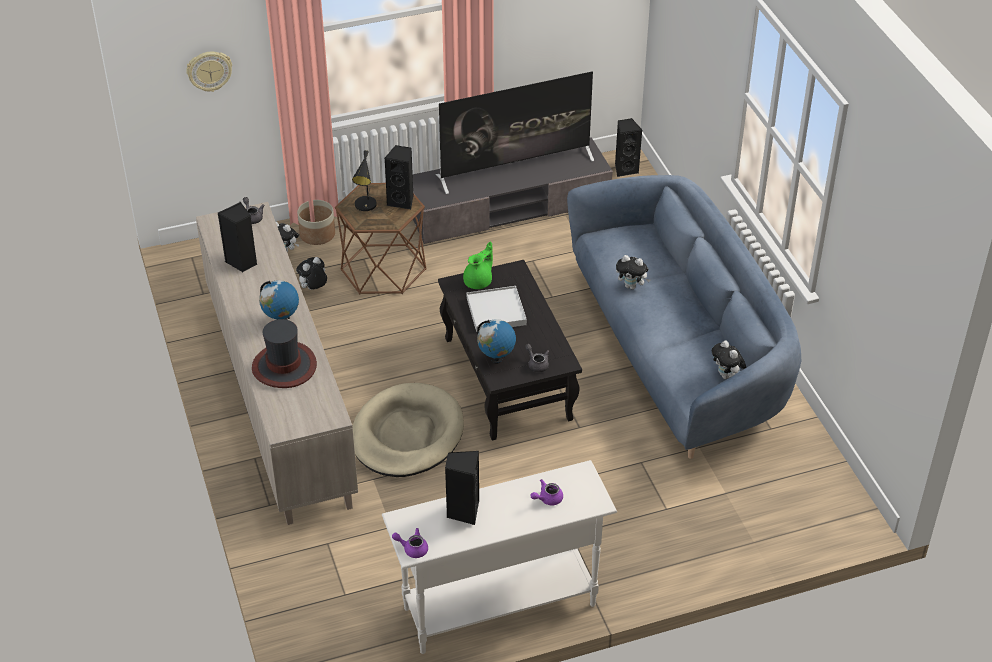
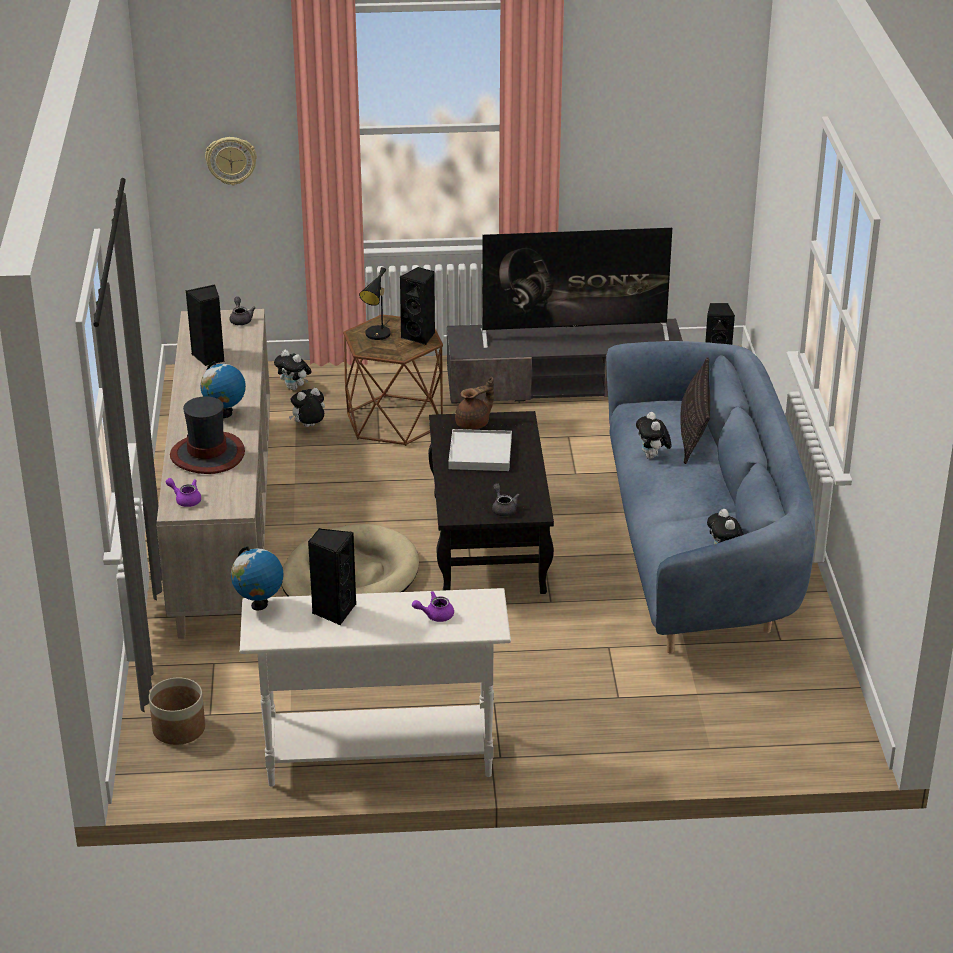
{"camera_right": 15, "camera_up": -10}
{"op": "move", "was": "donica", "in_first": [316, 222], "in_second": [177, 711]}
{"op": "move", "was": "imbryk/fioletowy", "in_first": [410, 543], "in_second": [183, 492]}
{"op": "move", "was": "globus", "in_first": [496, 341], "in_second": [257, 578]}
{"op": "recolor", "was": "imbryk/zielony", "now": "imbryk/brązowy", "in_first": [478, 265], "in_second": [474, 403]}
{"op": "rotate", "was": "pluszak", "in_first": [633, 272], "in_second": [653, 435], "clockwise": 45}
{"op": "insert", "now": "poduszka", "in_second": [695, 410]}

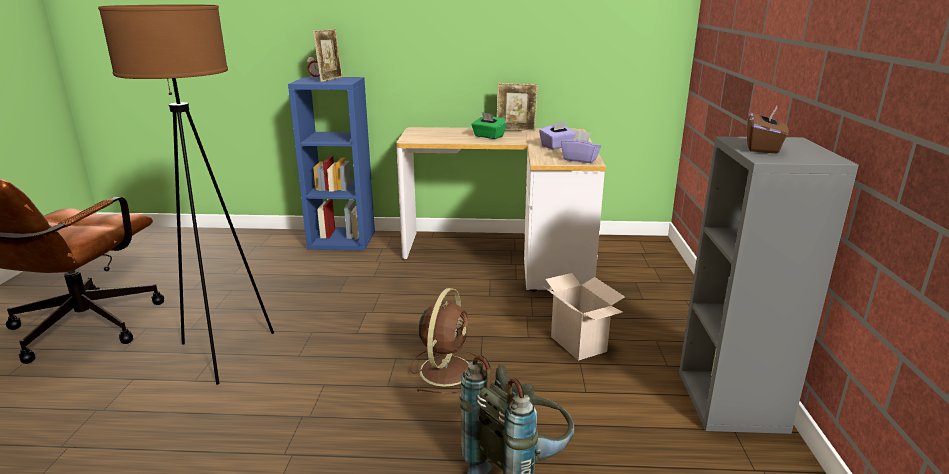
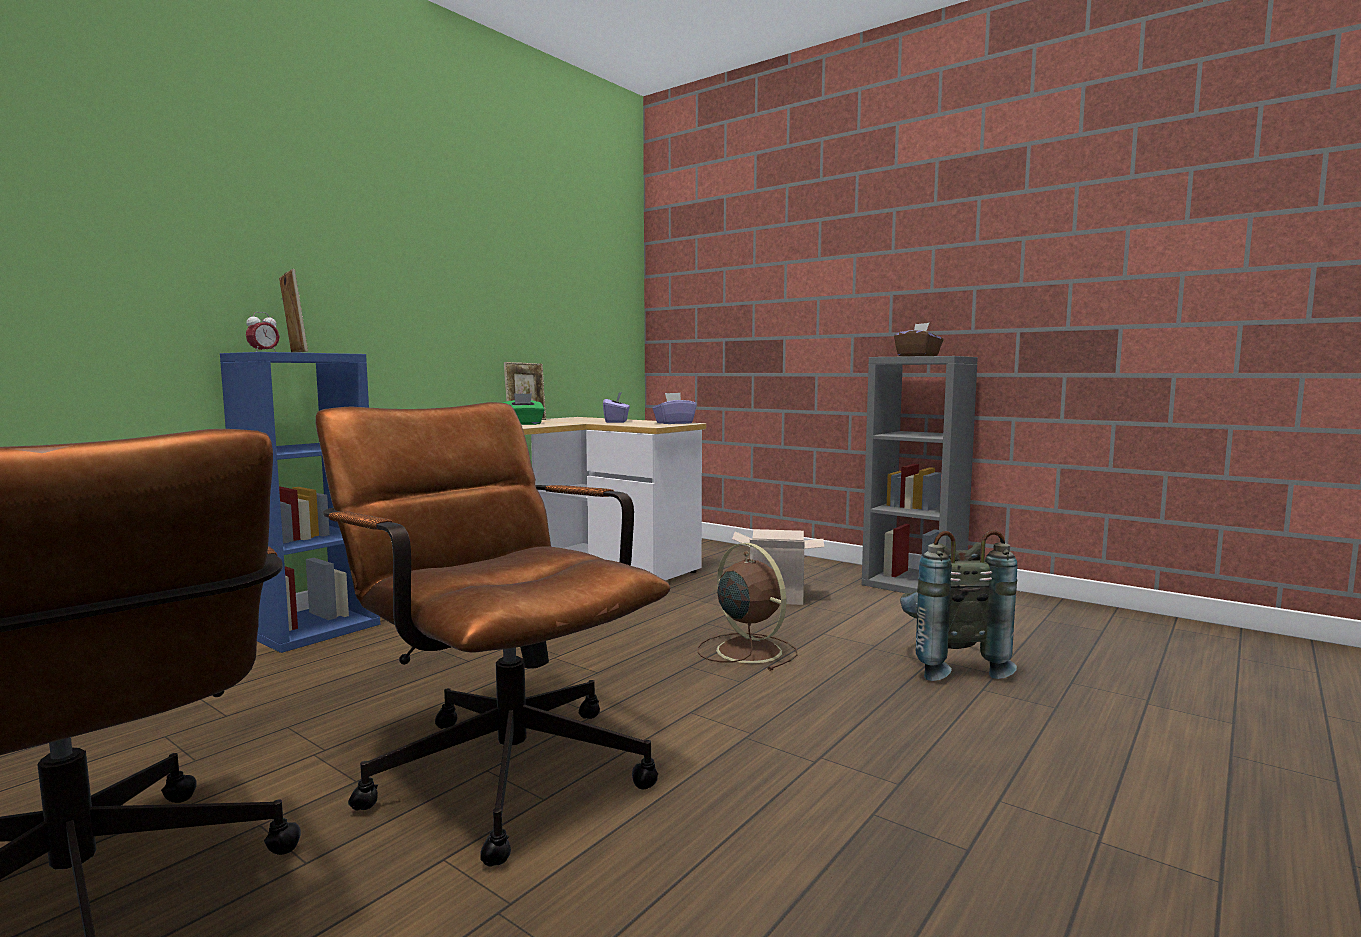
{"camera_right": -55, "camera_up": -15}
{"op": "replace", "was": "lampa stojąca/brązowy", "now": "krzesło biurowe/brązowy", "in_first": [186, 194], "in_second": [493, 634]}

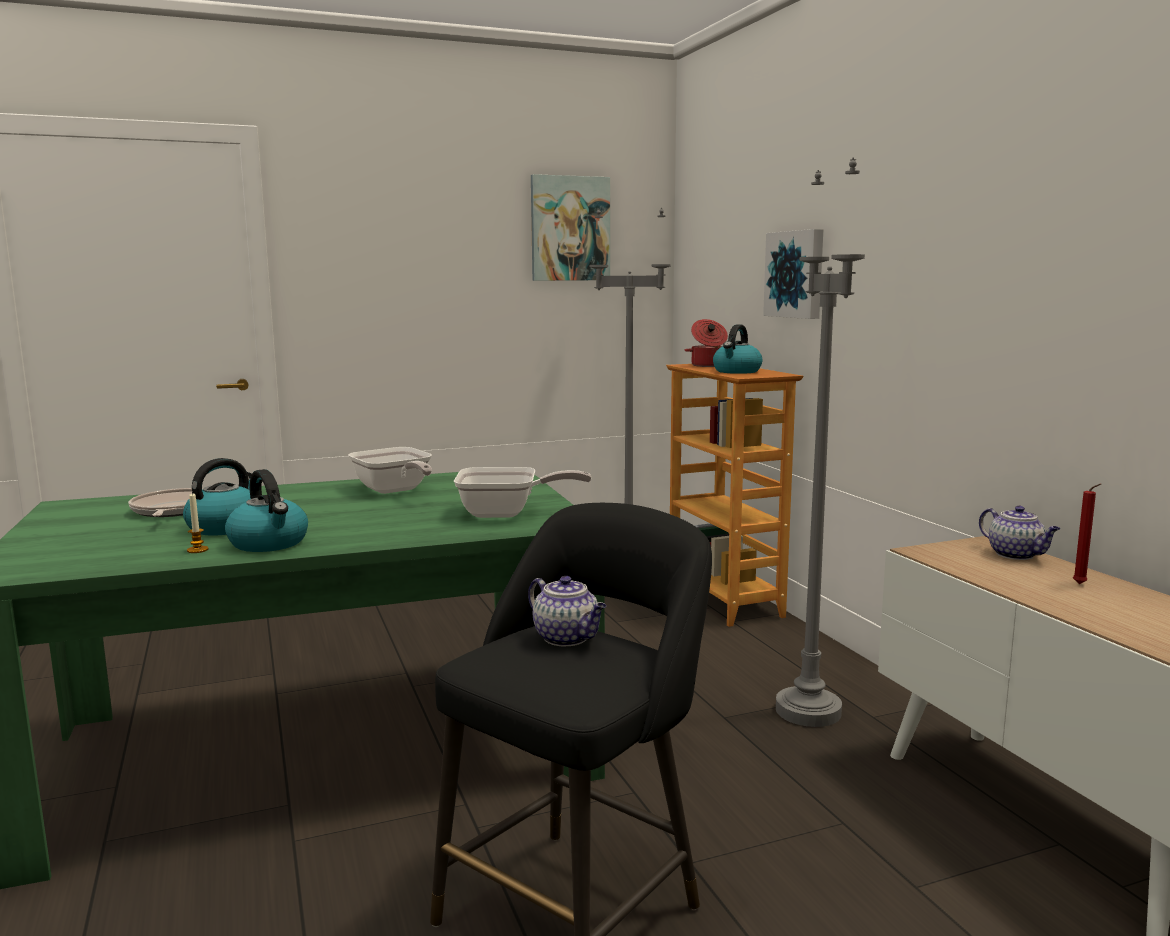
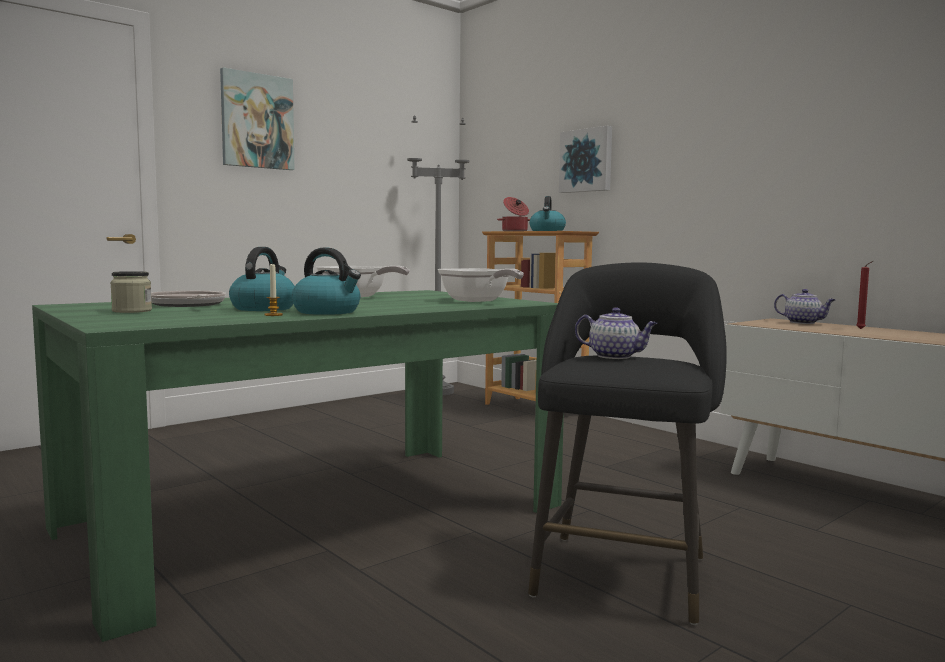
{"camera_right": -20, "camera_up": -5}
{"op": "insert", "now": "słoik", "in_second": [131, 292]}
{"op": "move", "was": "obraz", "in_first": [570, 227], "in_second": [257, 118]}
{"op": "rotate", "was": "patelnia", "in_first": [522, 492], "in_second": [481, 285], "clockwise": 75}
{"op": "delete", "was": "lampa stojąca/szary", "in_first": [820, 442]}

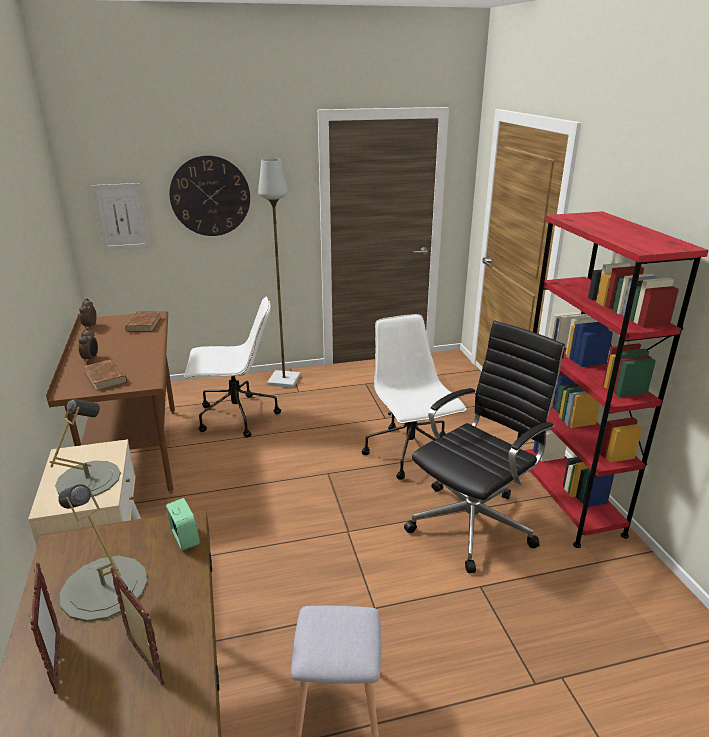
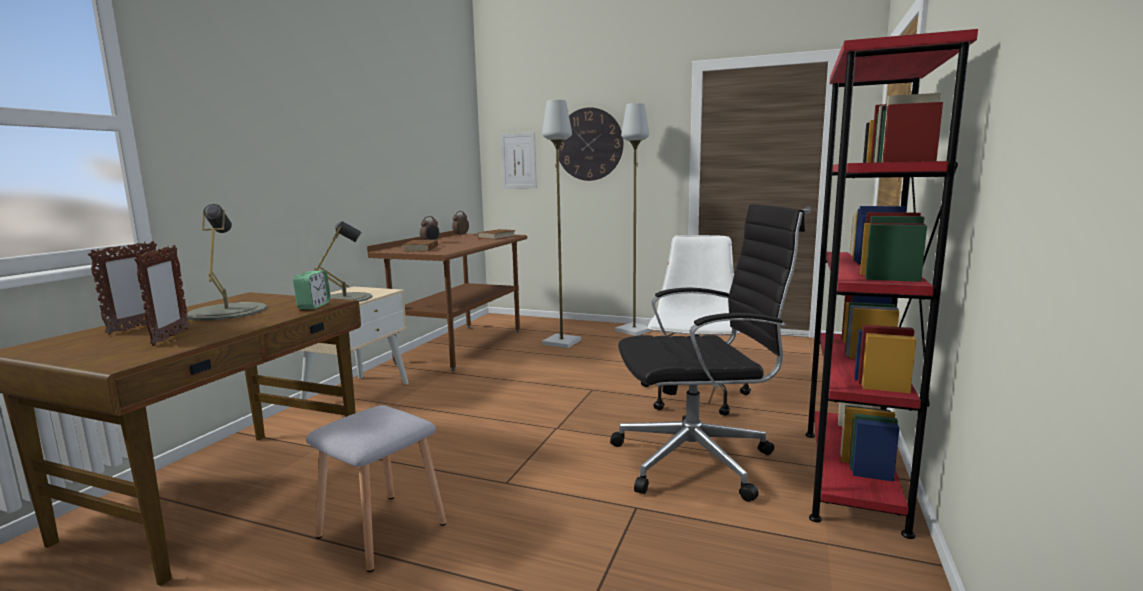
{"camera_right": 35, "camera_up": -15}
{"op": "replace", "was": "krzesło biurowe/biały", "now": "lampa stojąca/szary", "in_first": [232, 367], "in_second": [561, 224]}

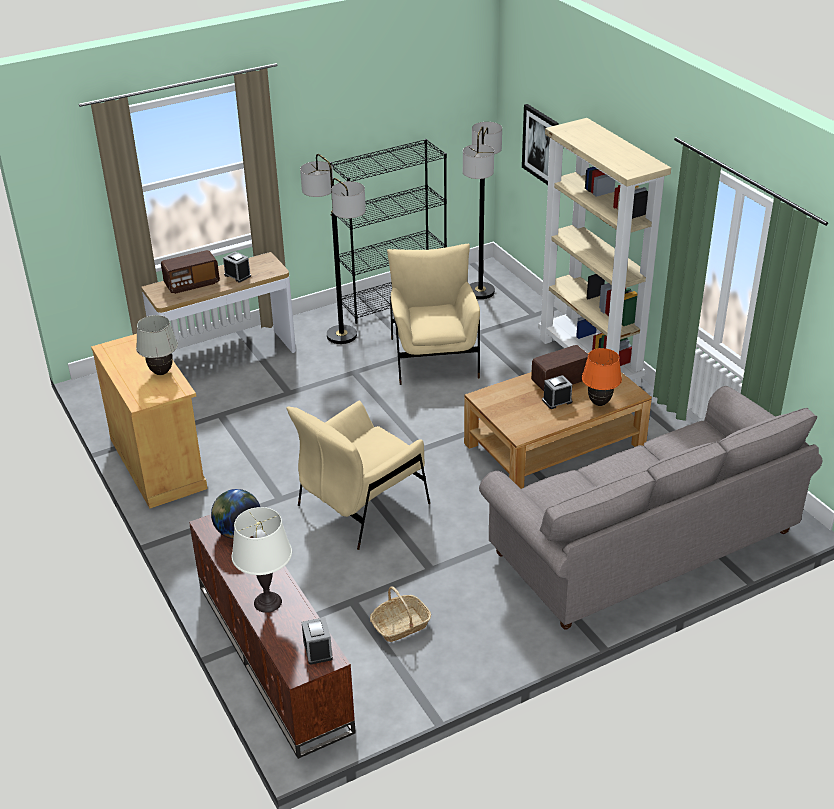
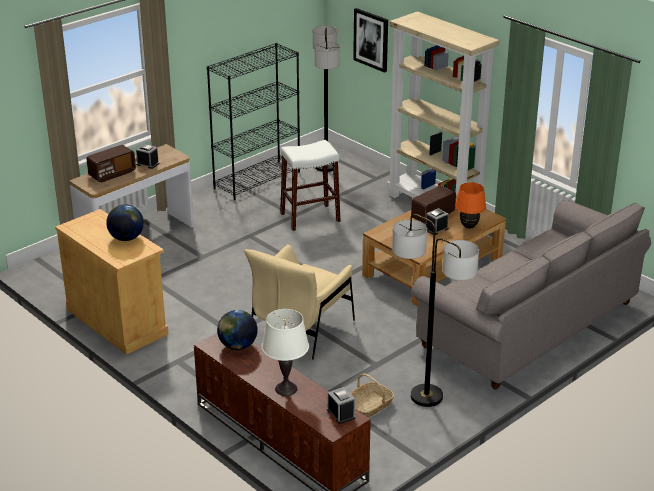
{"camera_right": -15, "camera_up": -5}
{"op": "replace", "was": "lampa stołowa/biały", "now": "globus", "in_first": [157, 345], "in_second": [125, 222]}
{"op": "replace", "was": "fotel/beżowy", "now": "stołek/biały", "in_first": [433, 314], "in_second": [310, 185]}
{"op": "move", "was": "lampa stojąca", "in_first": [333, 249], "in_second": [435, 310]}

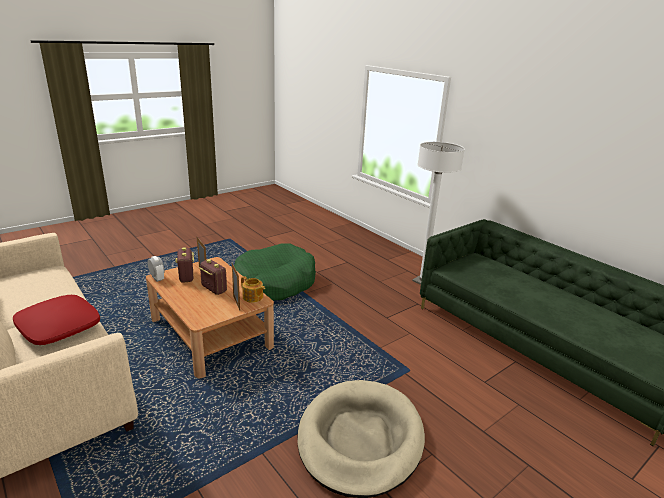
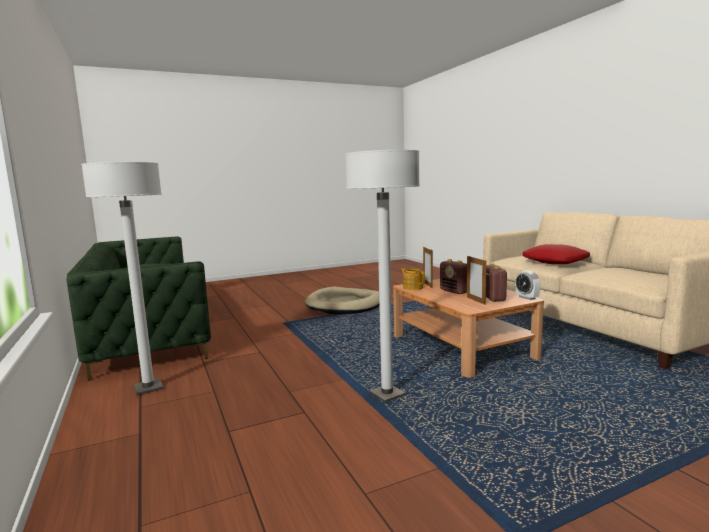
{"camera_right": -165, "camera_up": -15}
{"op": "replace", "was": "legowisko/zielony", "now": "lampa stojąca/biały", "in_first": [275, 272], "in_second": [382, 276]}

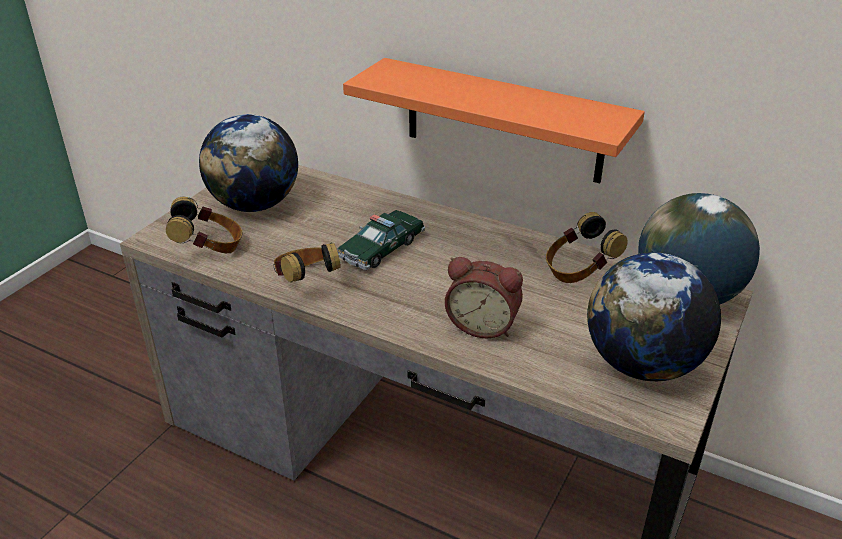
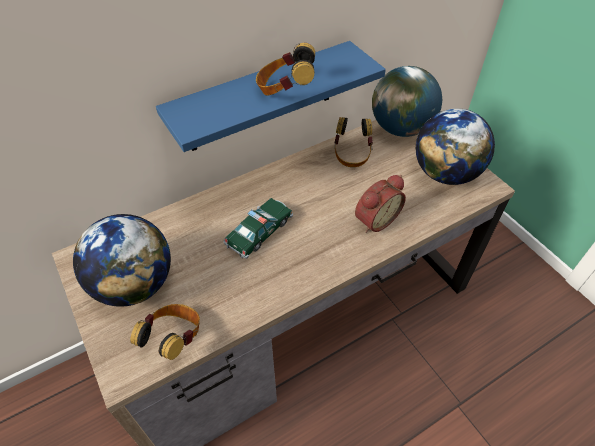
{"camera_right": -60, "camera_up": 15}
{"op": "recolor", "was": "półka/pomarańczowy", "now": "półka/niebieski", "in_first": [494, 120], "in_second": [271, 96]}
{"op": "rotate", "was": "samochodzik", "in_first": [381, 240], "in_second": [258, 228], "clockwise": -120}
{"op": "move", "was": "słuchawki", "in_first": [307, 262], "in_second": [285, 69]}

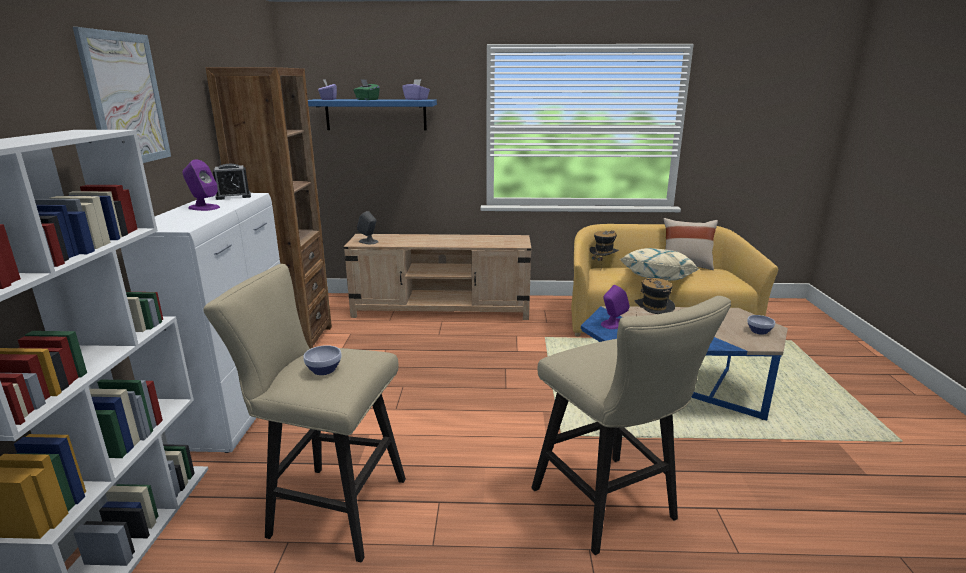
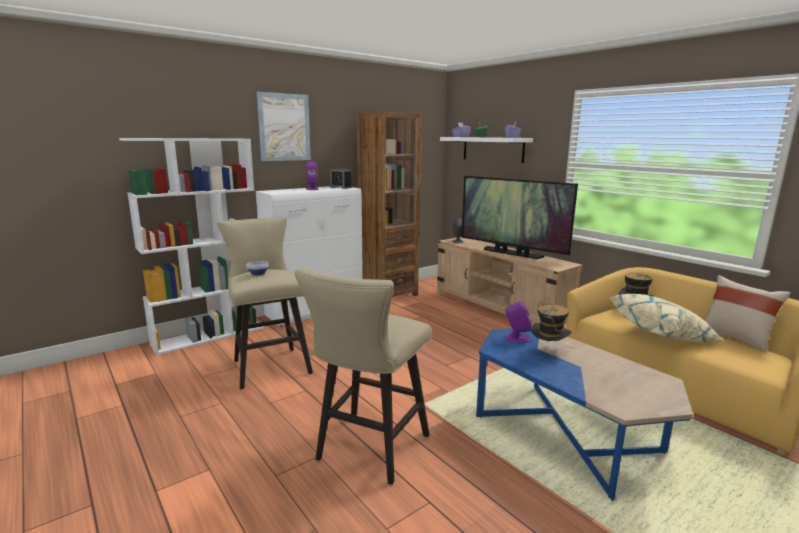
{"camera_right": 50, "camera_up": -5}
{"op": "recolor", "was": "półka/niebieski", "now": "półka/biały", "in_first": [372, 114], "in_second": [486, 150]}
{"op": "insert", "now": "telewizor", "in_second": [519, 217]}
{"op": "delete", "was": "miska", "in_first": [761, 325]}

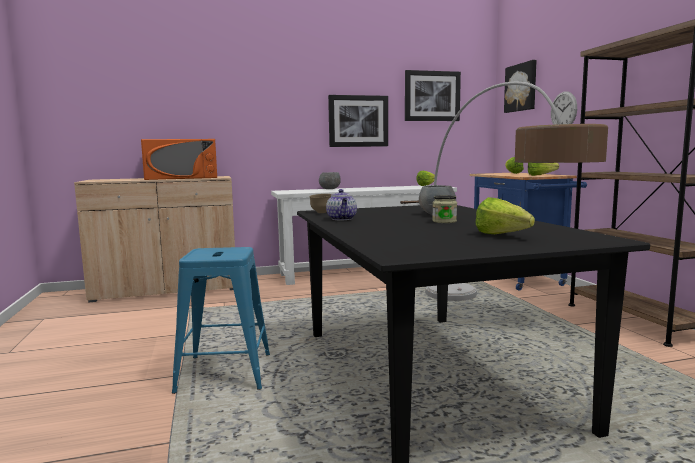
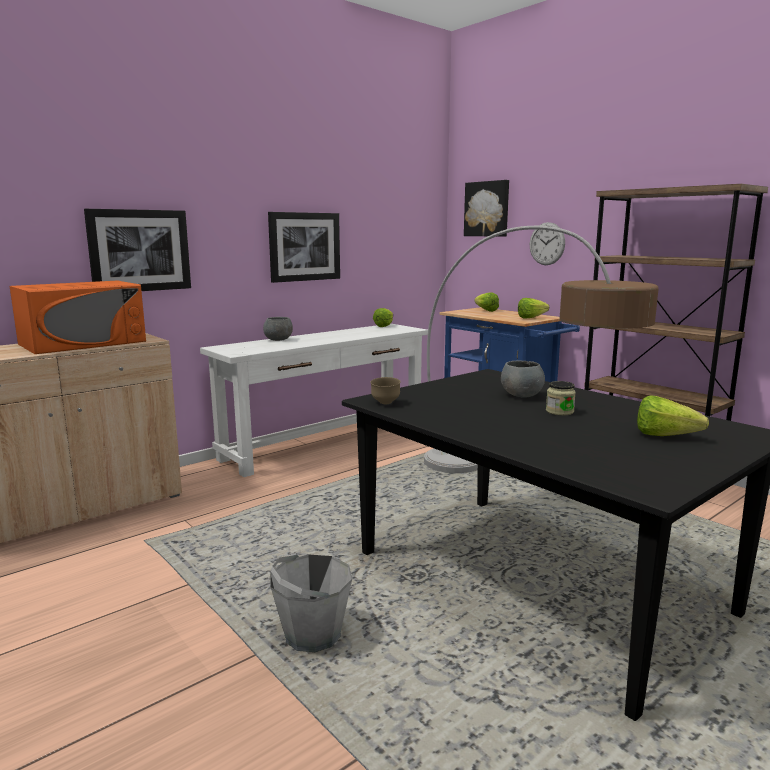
{"camera_right": -25, "camera_up": 5}
{"op": "move", "was": "obraz", "in_first": [433, 95], "in_second": [137, 250]}
{"op": "replace", "was": "stołek/niebieski", "now": "wiadro/szary", "in_first": [221, 320], "in_second": [311, 603]}
{"op": "delete", "was": "imbryk", "in_first": [341, 204]}

